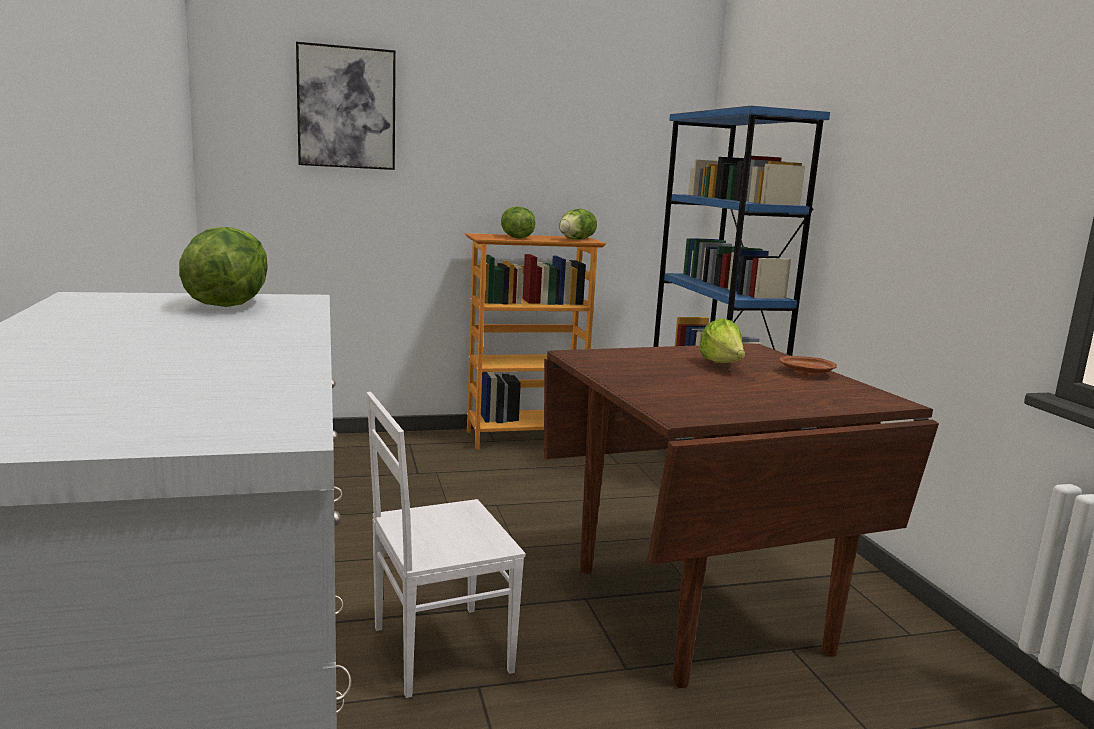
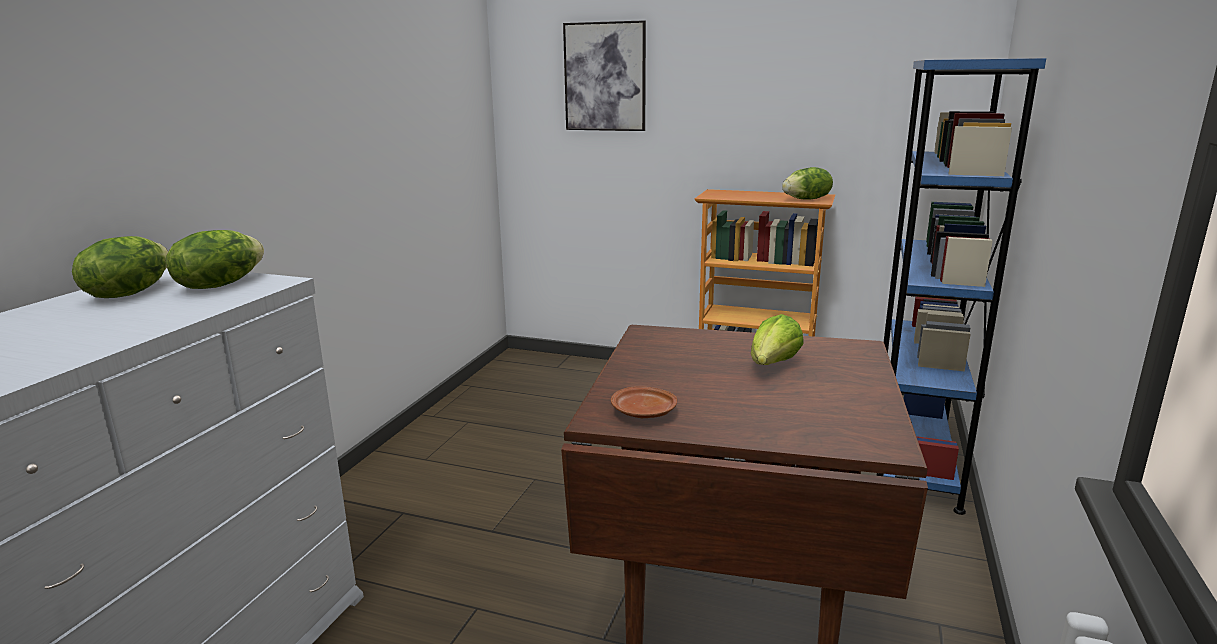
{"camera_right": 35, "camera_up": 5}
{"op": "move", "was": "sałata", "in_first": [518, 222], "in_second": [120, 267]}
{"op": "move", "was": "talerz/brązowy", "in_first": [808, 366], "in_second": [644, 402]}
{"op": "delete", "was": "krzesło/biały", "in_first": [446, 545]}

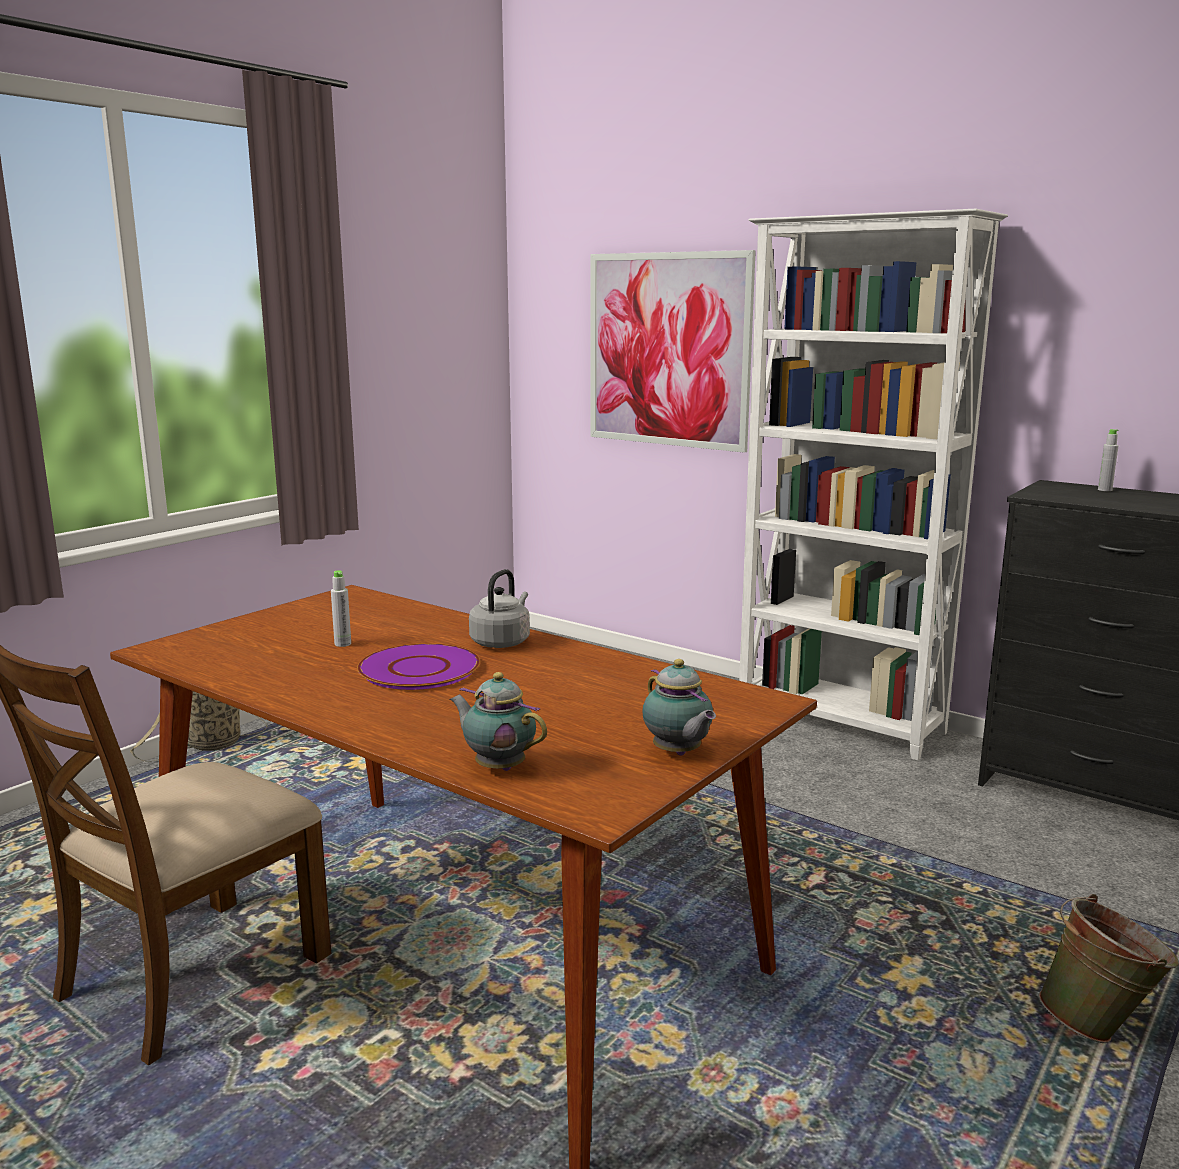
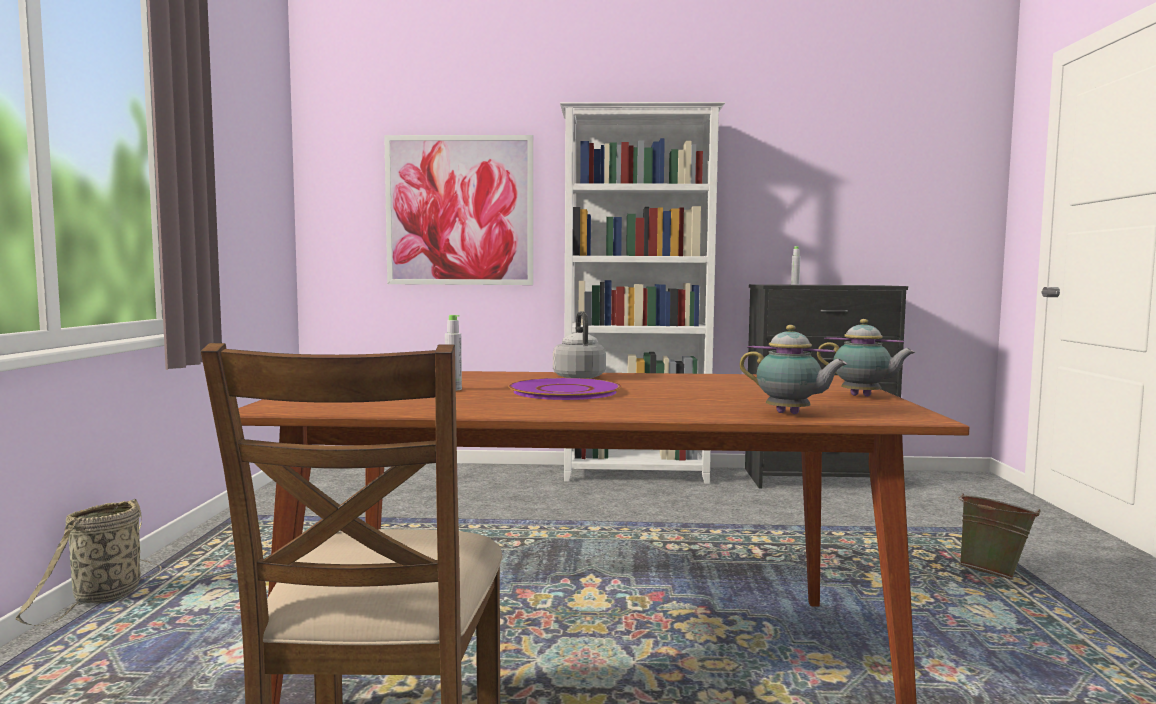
{"camera_right": -35, "camera_up": -10}
{"op": "rotate", "was": "imbryk", "in_first": [498, 721], "in_second": [793, 369], "clockwise": -150}

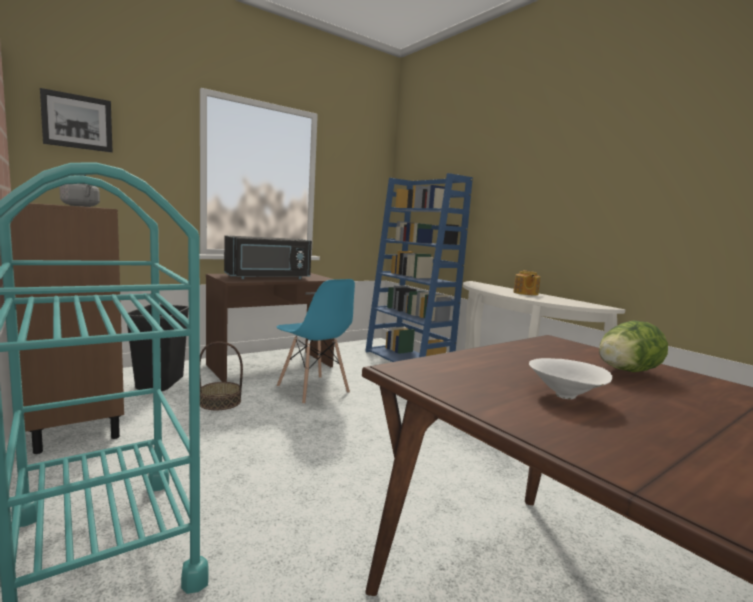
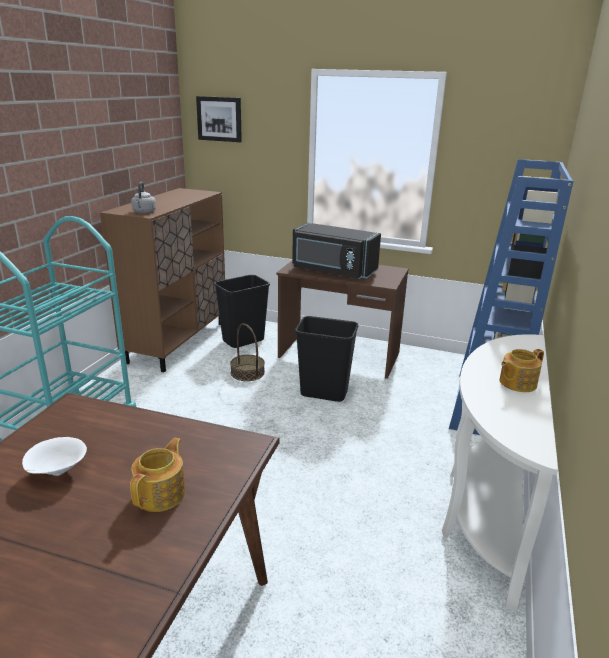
{"camera_right": 55, "camera_up": 15}
{"op": "replace", "was": "sałata", "now": "imbryk", "in_first": [633, 346], "in_second": [157, 475]}
{"op": "replace", "was": "krzesło/niebieski", "now": "kosz na śmieci/czarny", "in_first": [315, 341], "in_second": [326, 359]}

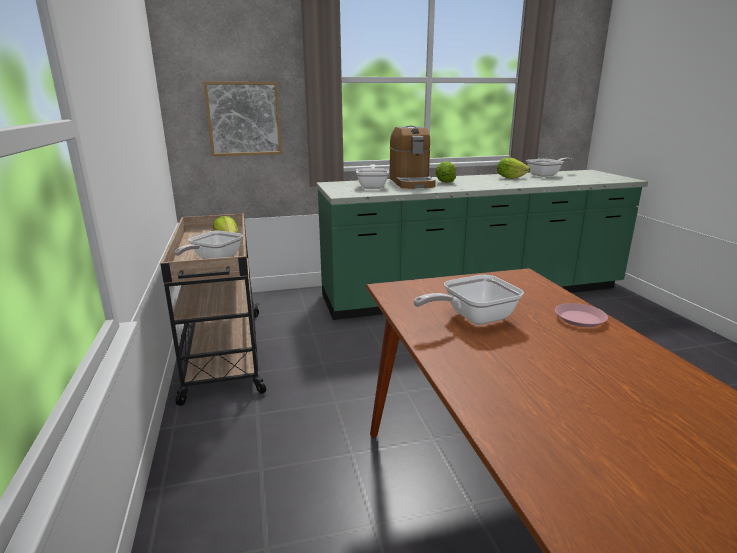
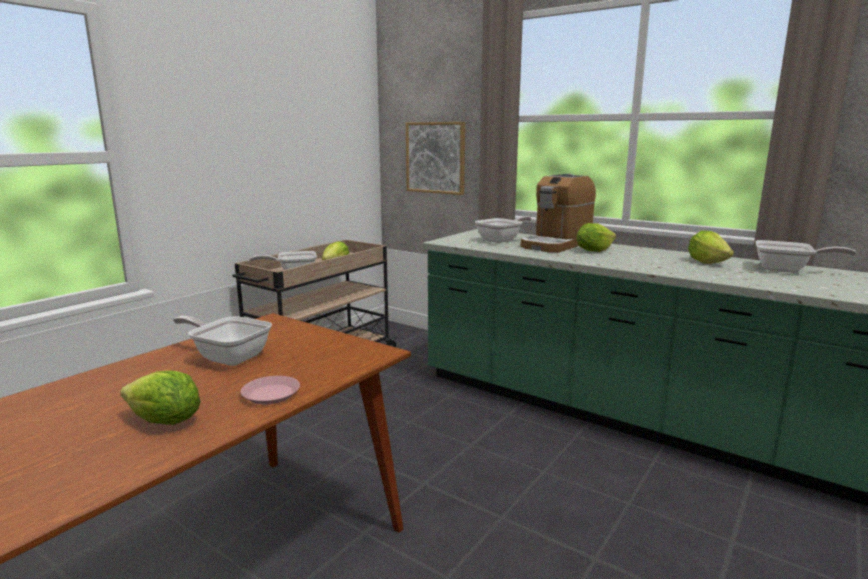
{"camera_right": 50, "camera_up": -5}
{"op": "insert", "now": "sałata", "in_second": [160, 398]}

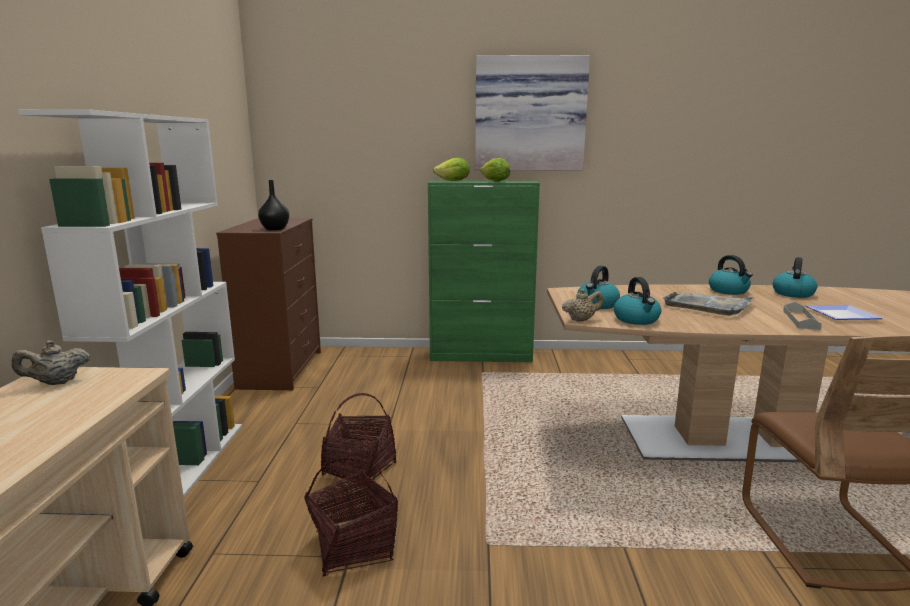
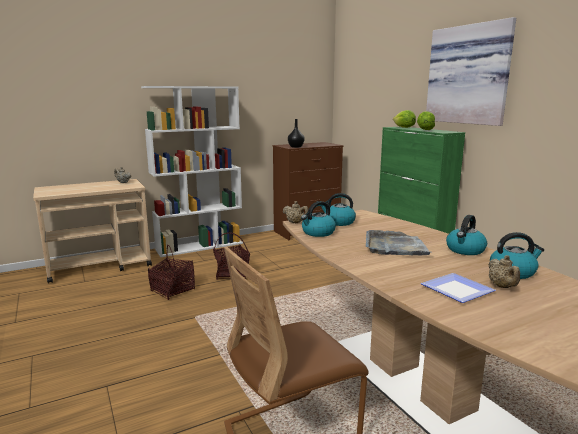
{"camera_right": 60, "camera_up": 0}
{"op": "insert", "now": "imbryk/beżowy", "in_second": [504, 271]}
{"op": "delete", "was": "taca/szary", "in_first": [802, 316]}

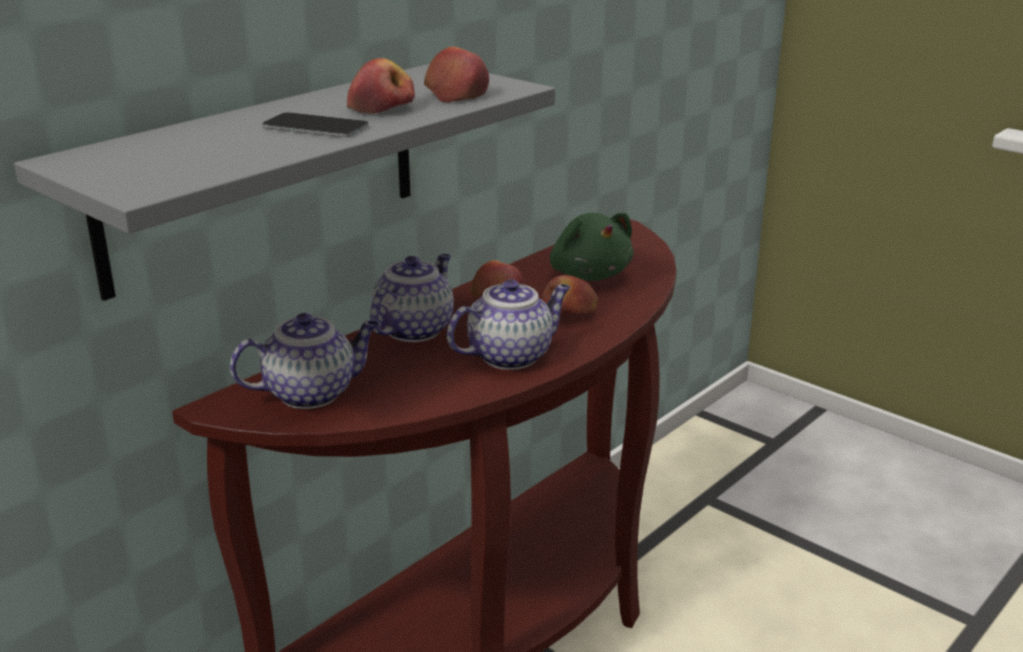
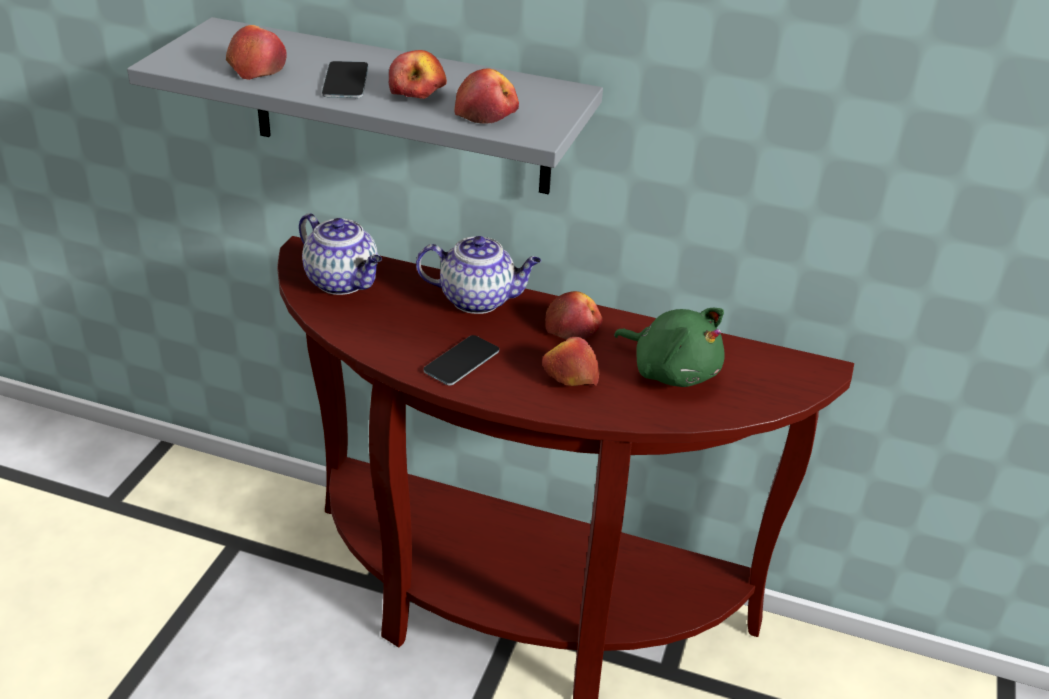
{"camera_right": 65, "camera_up": 10}
{"op": "insert", "now": "jabłko", "in_second": [256, 52]}
{"op": "replace", "was": "imbryk", "now": "telefon", "in_first": [509, 324], "in_second": [461, 360]}
{"op": "rotate", "was": "pluszak/zielony", "in_first": [591, 247], "in_second": [669, 347], "clockwise": -90}

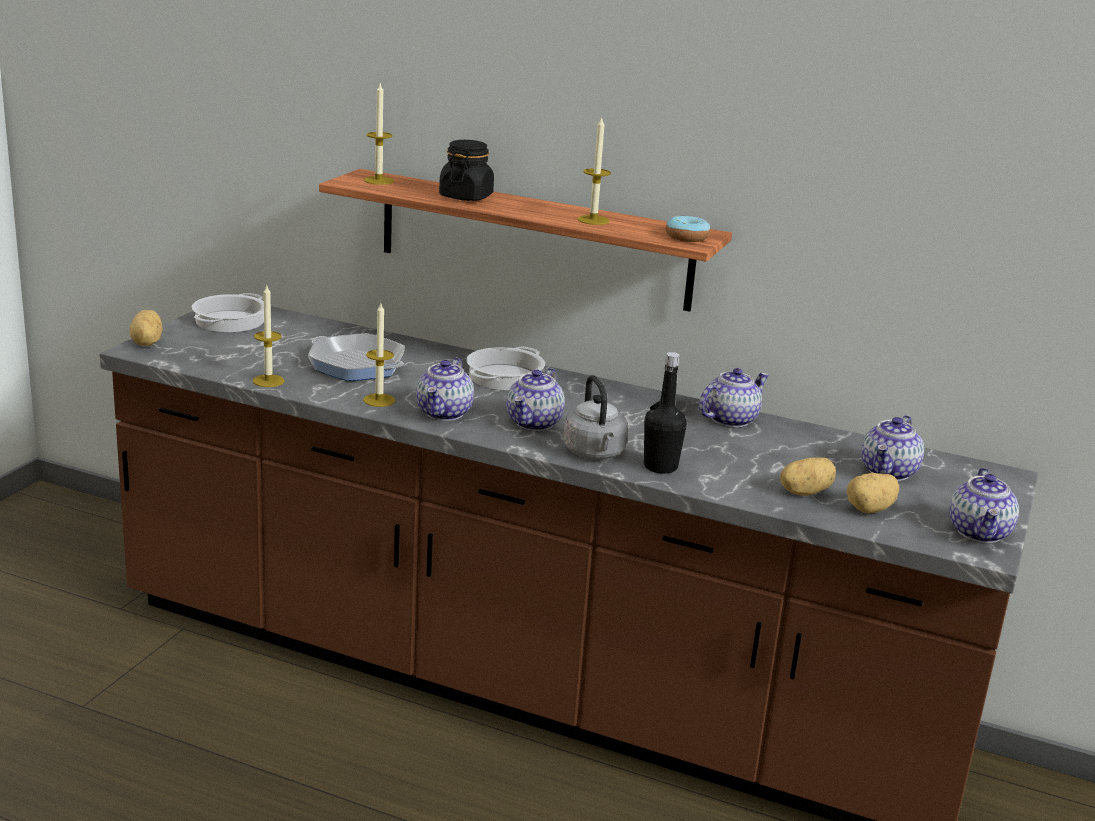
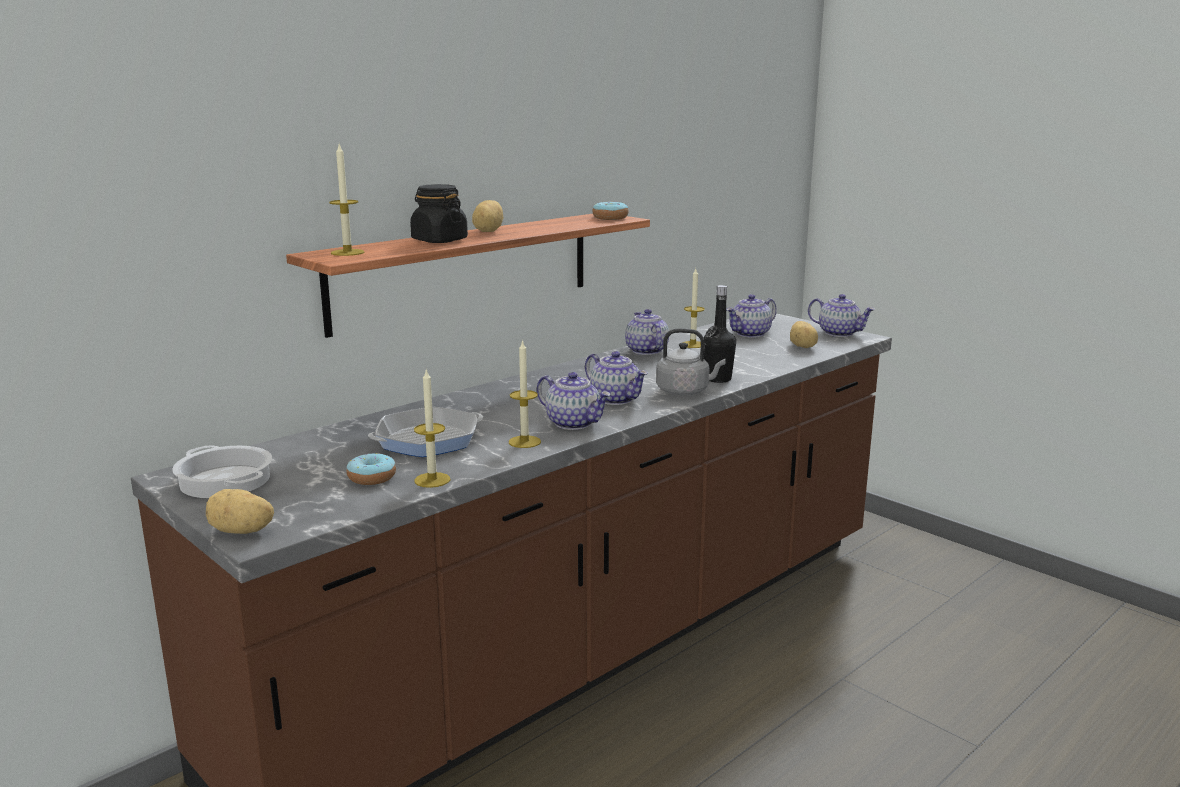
{"camera_right": -65, "camera_up": -5}
{"op": "insert", "now": "donut", "in_second": [371, 469]}
{"op": "move", "was": "ziemniak", "in_first": [808, 477], "in_second": [488, 216]}
{"op": "move", "was": "świeca", "in_first": [594, 170], "in_second": [694, 308]}
{"op": "rotate", "was": "imbryk", "in_first": [892, 448], "in_second": [751, 316], "clockwise": 90}
{"op": "delete", "was": "garnek", "in_first": [506, 368]}

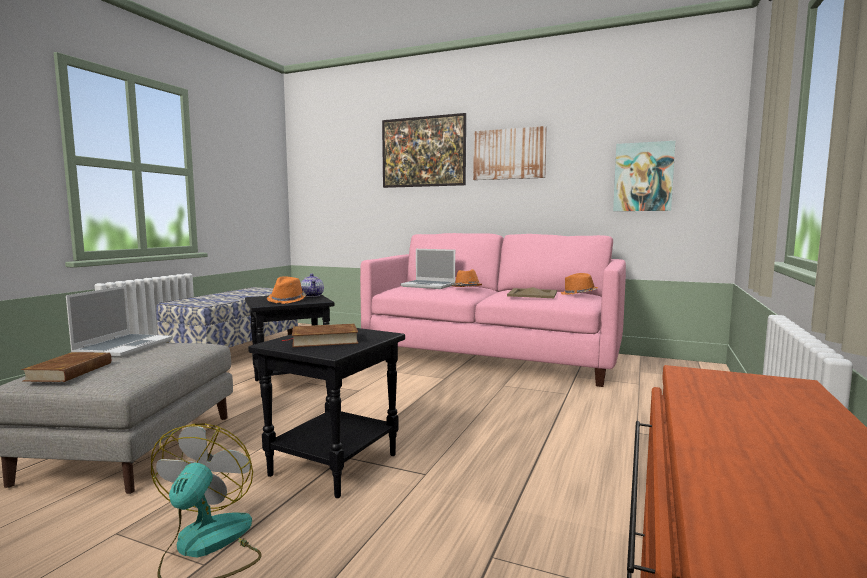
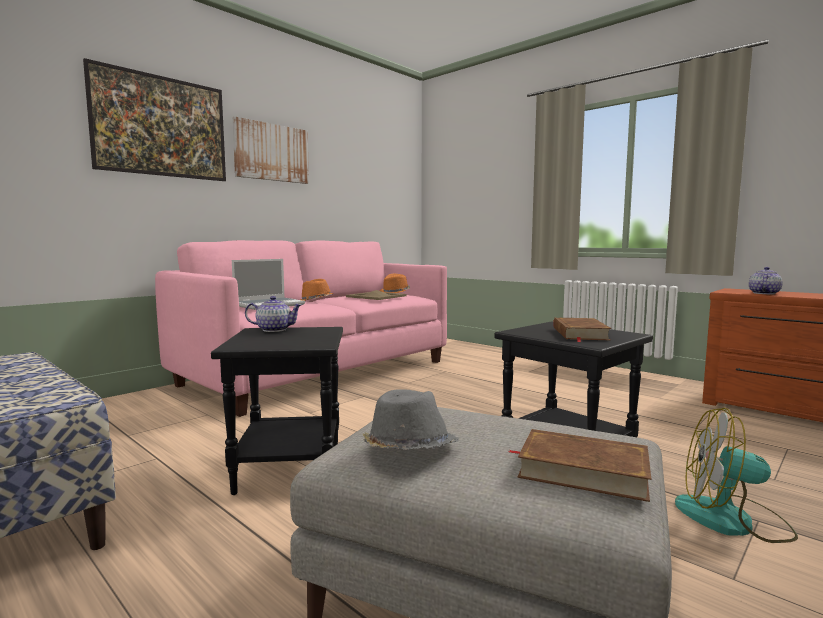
{"camera_right": -70, "camera_up": 0}
{"op": "replace", "was": "laptop", "now": "kapelusz/szary", "in_first": [119, 322], "in_second": [410, 419]}
{"op": "insert", "now": "imbryk", "in_second": [766, 280]}
{"op": "delete", "was": "kapelusz/pomarańczowy", "in_first": [287, 290]}
{"op": "delete", "was": "obraz", "in_first": [644, 176]}

